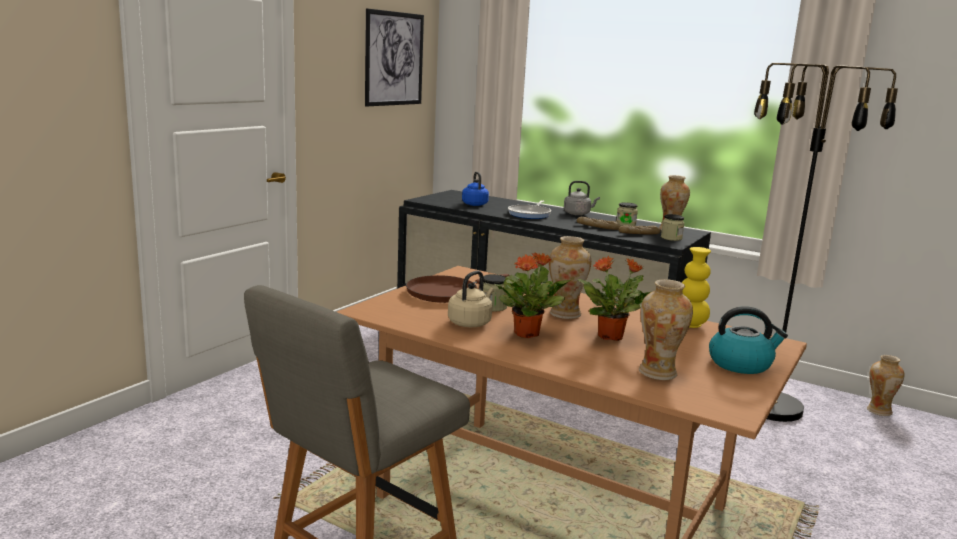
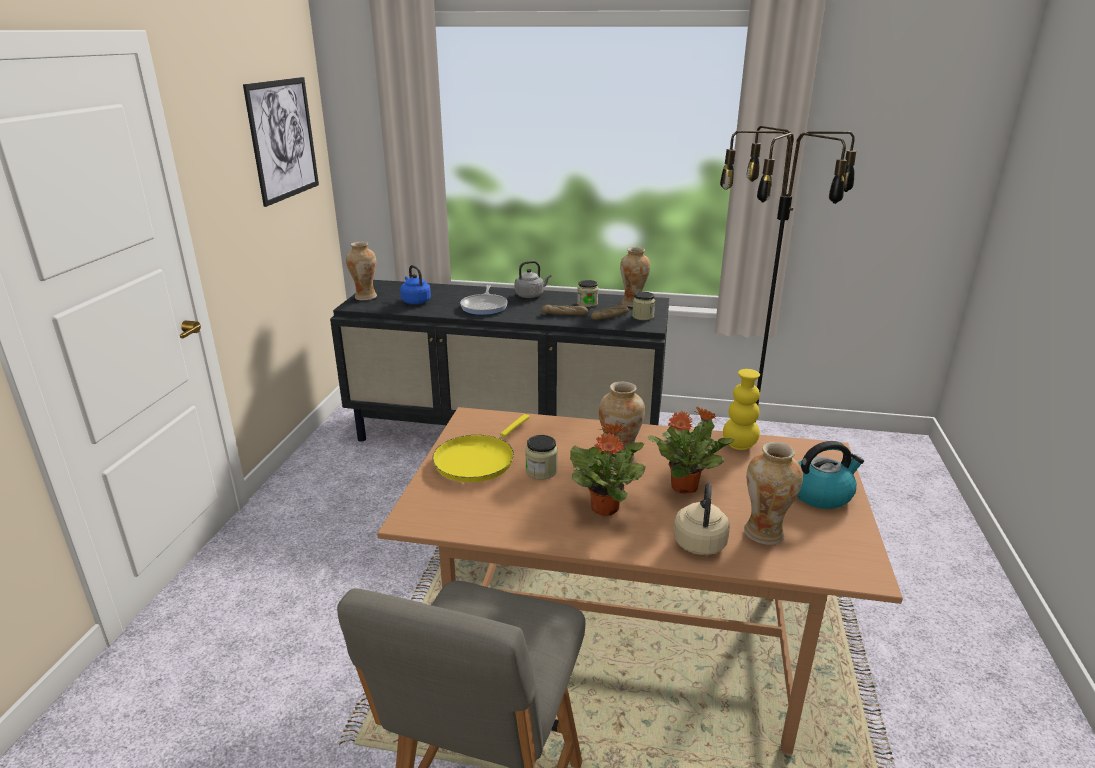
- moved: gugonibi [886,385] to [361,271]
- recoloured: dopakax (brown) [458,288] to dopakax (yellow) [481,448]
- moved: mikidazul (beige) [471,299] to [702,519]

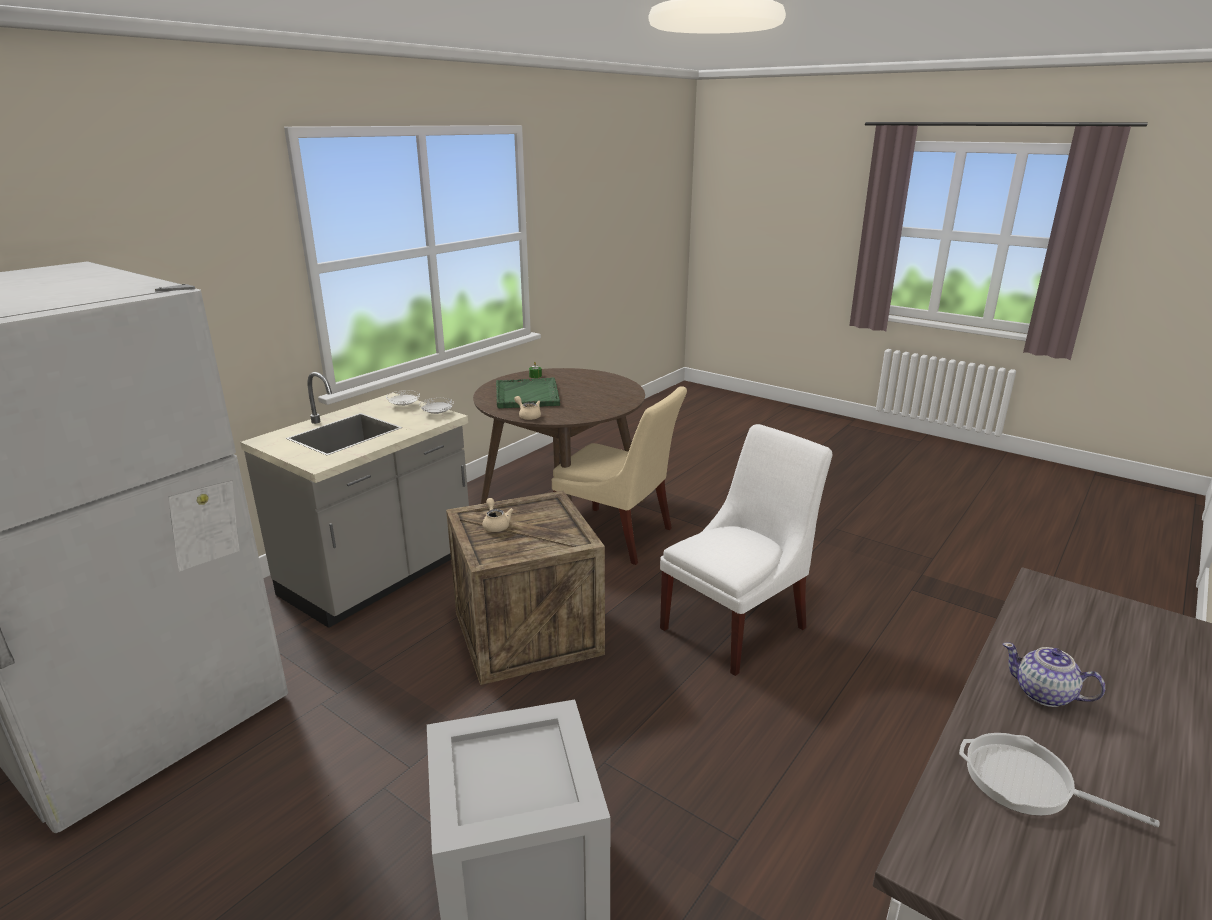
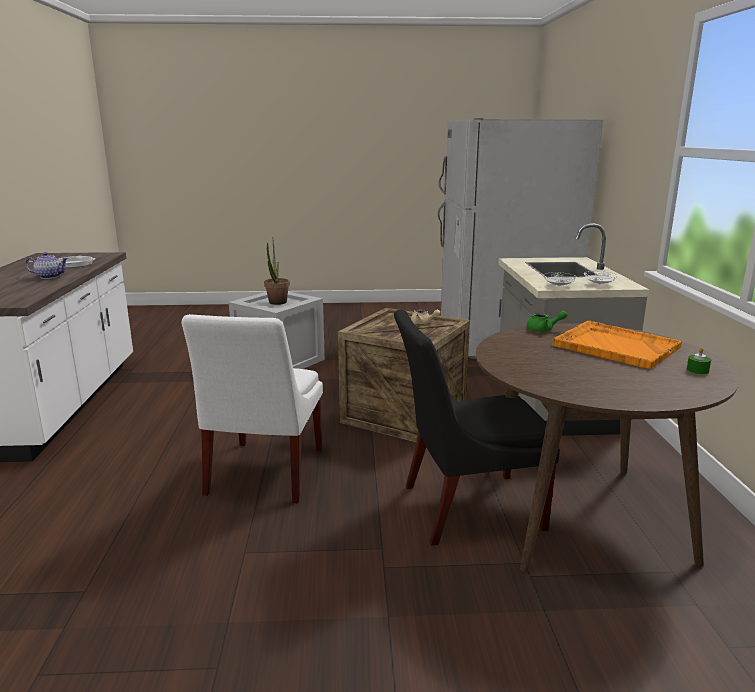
- added: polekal [277,271]
- recoloured: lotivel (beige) [619,475] to lotivel (black) [477,428]
- recoloured: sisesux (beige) [527,408] to sisesux (green) [547,321]
- recoloured: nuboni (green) [528,392] to nuboni (orange) [617,345]

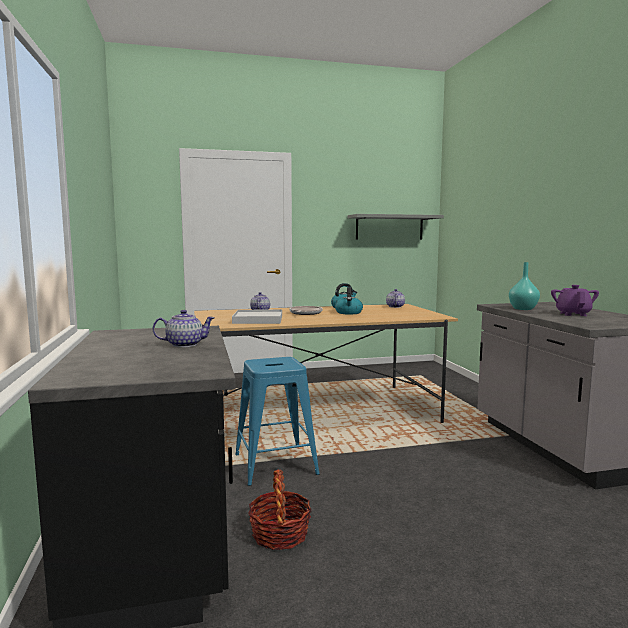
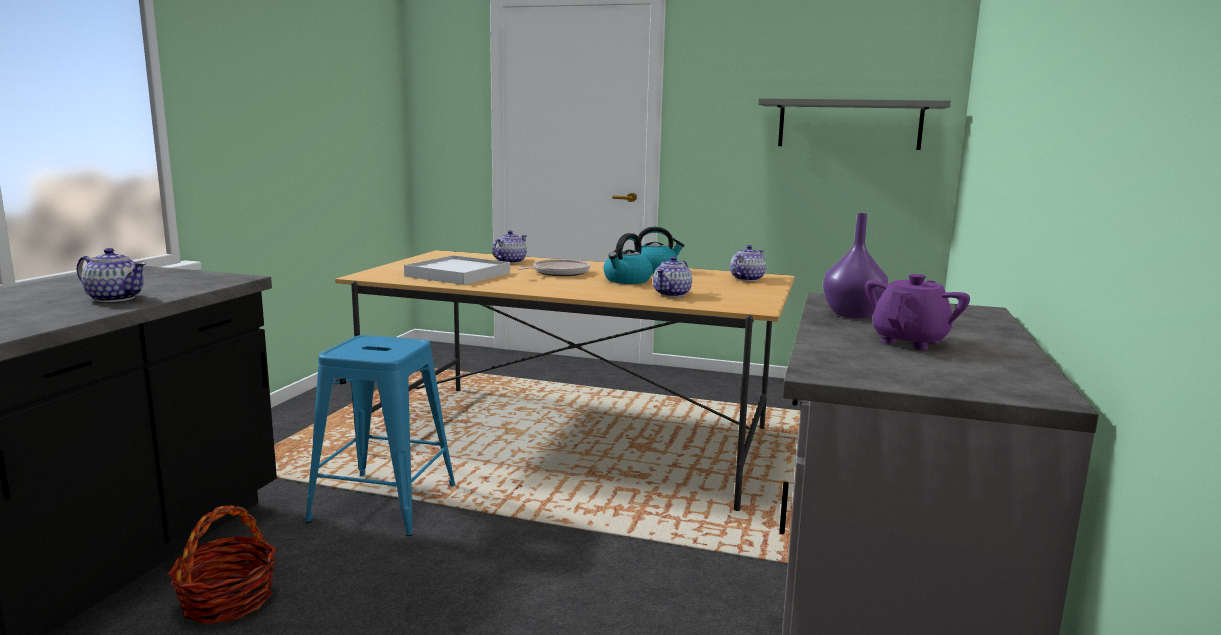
- added: sisesux [672,276]
- recoloured: gugonibi (turquoise) [524,286] to gugonibi (purple) [856,266]

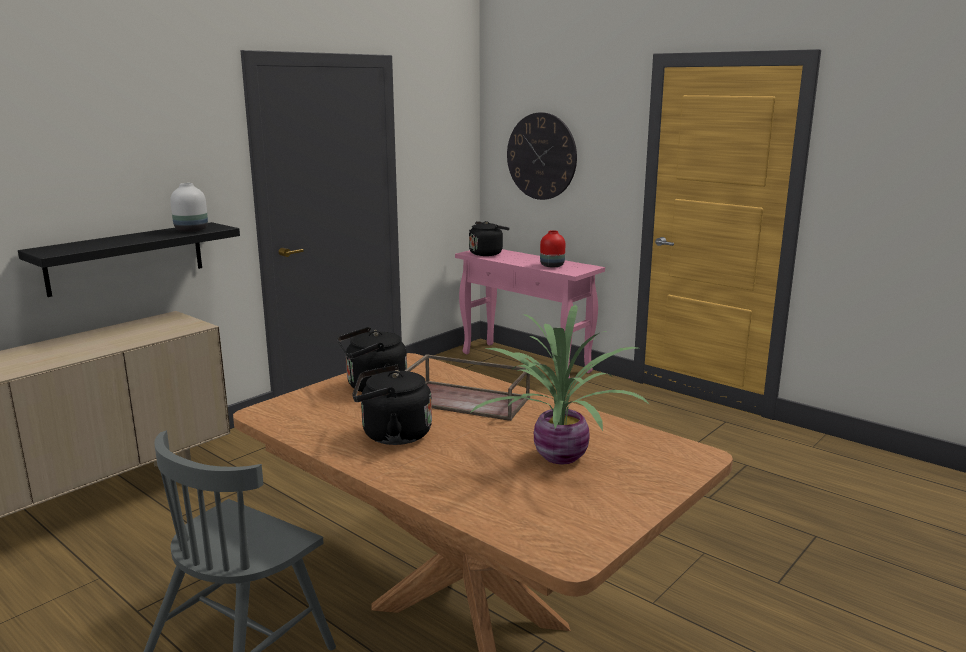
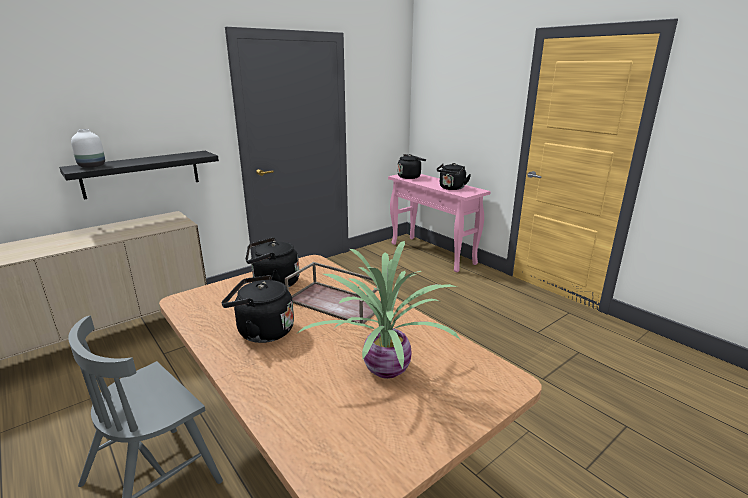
- moved: gugonibi (white) [189,207] to [88,148]
- replaced: gugonibi (red) [552,248] to mikidazul (black) [454,176]
- removed: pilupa [542,156]

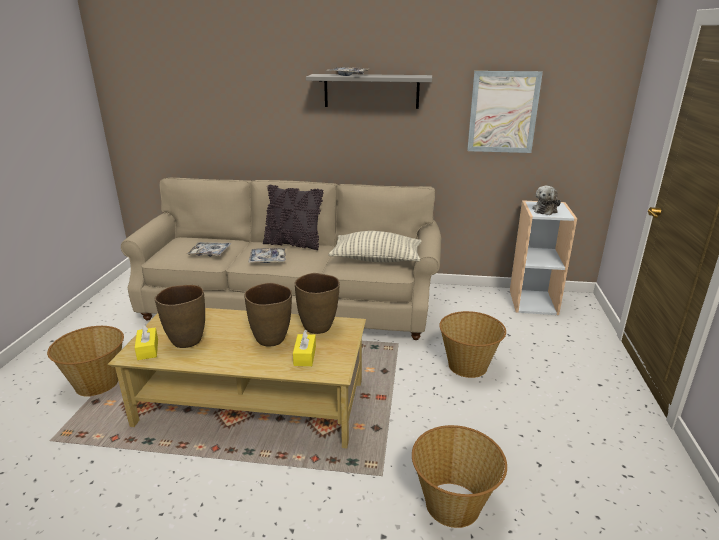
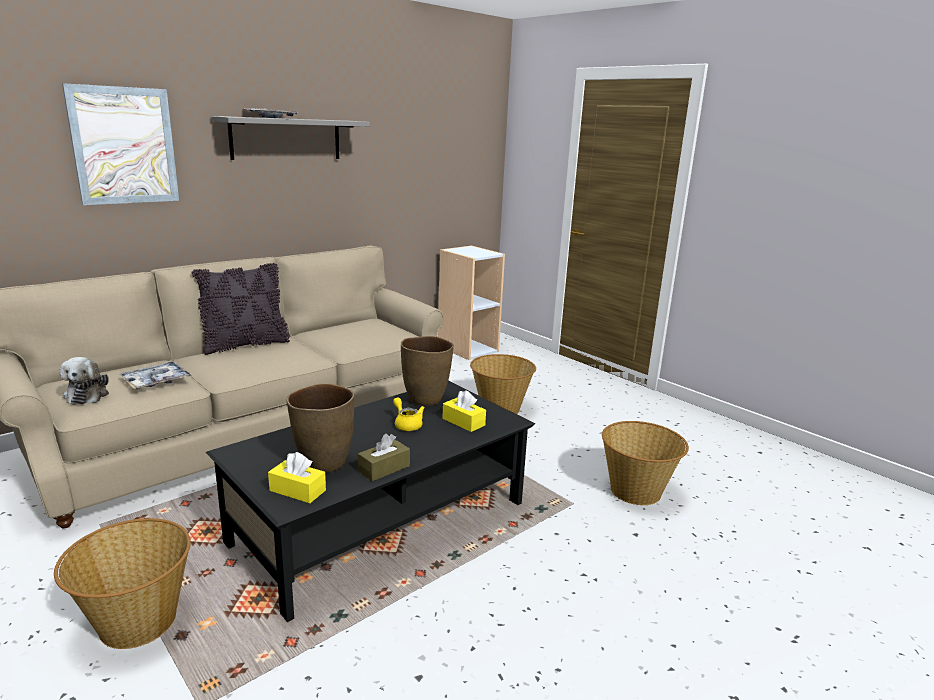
- moved: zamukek [546,200] to [84,381]
- moved: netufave [505,112] to [120,144]
- recoloured: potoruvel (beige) [236,378] to potoruvel (black) [370,501]
- added: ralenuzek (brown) [384,457]
- replaced: gugonibi (brown) [268,314] to sisesux (yellow) [409,414]
- removed: nuboni [267,255]
- removed: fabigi [375,246]

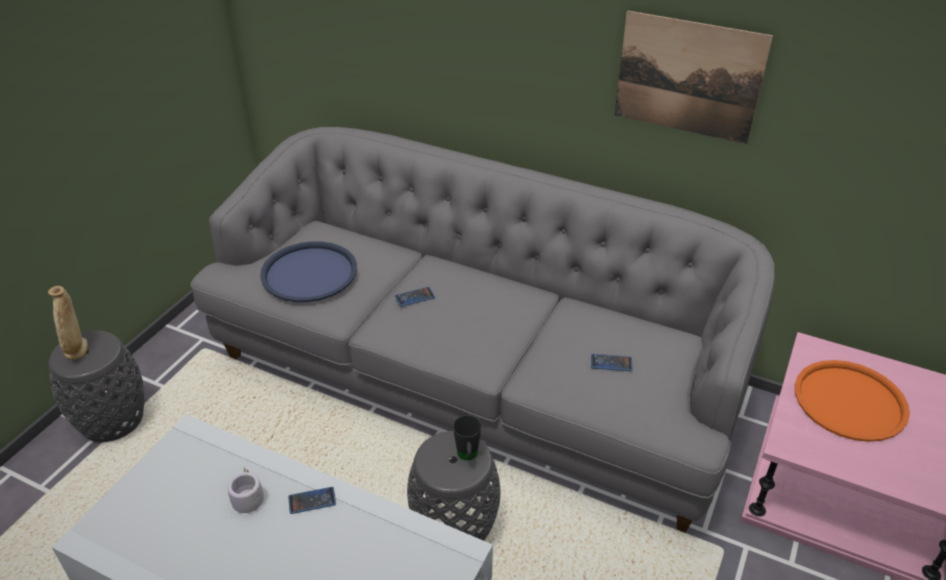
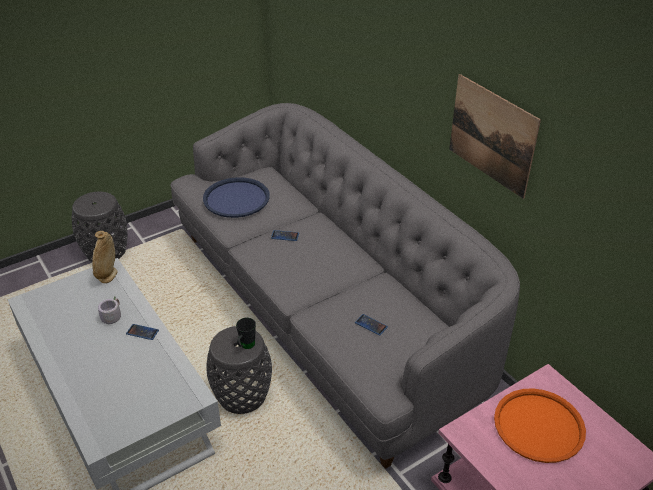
- moved: gugonibi (beige) [68,323] to [105,257]

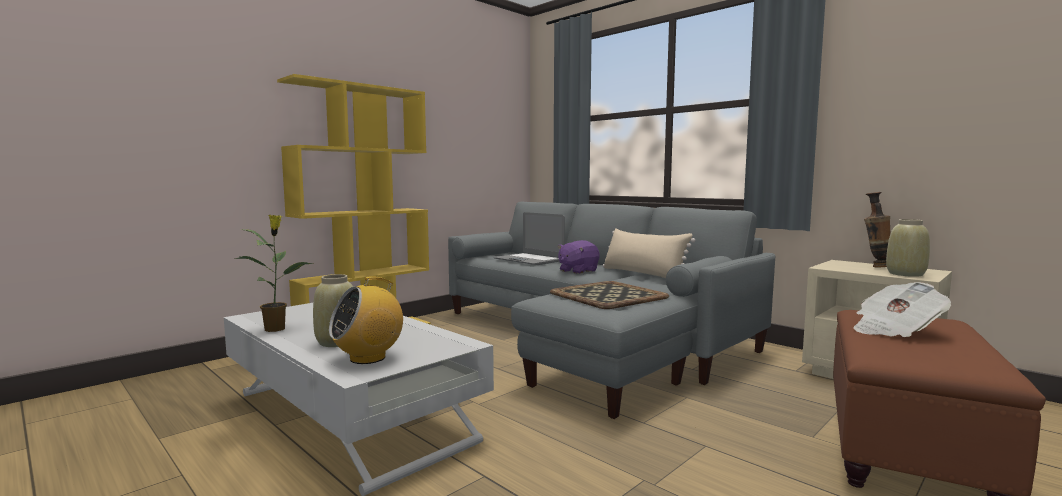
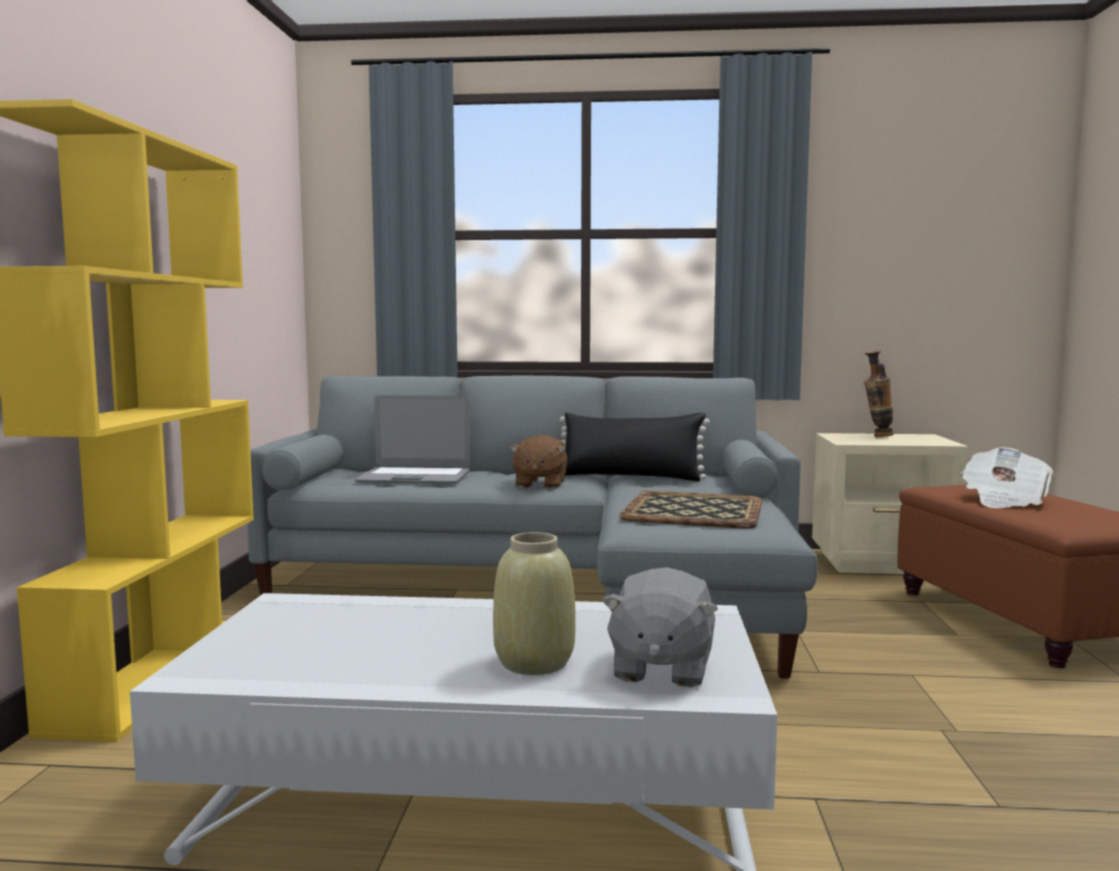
- recoloured: zamukek (purple) [579,257] to zamukek (brown) [538,462]
- recoloured: fabigi (beige) [648,253] to fabigi (black) [635,446]
- replaced: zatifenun [366,320] to zamukek (grey) [660,627]
- removed: polekal [274,273]
- removed: gugonibi (beige) [908,248]

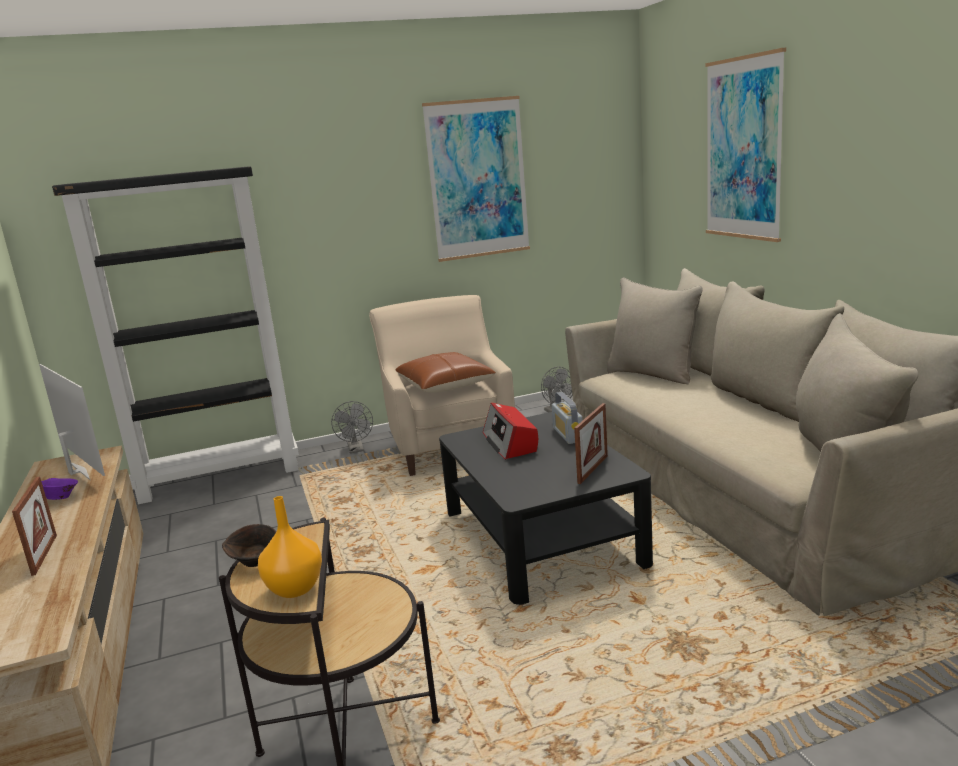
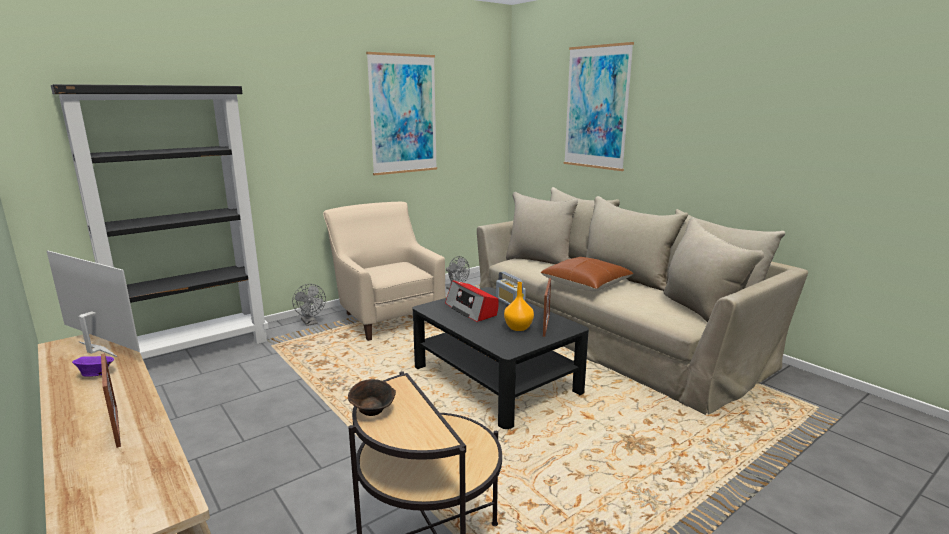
- moved: gugonibi (orange) [290,547] to [519,306]
- moved: fabigi (brown) [445,372] to [587,274]

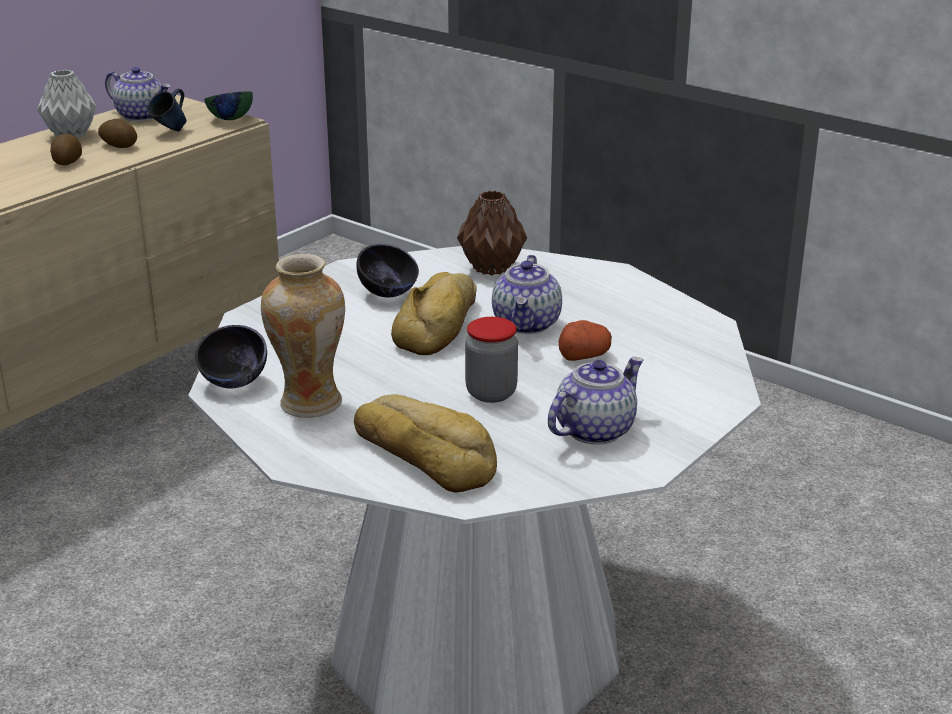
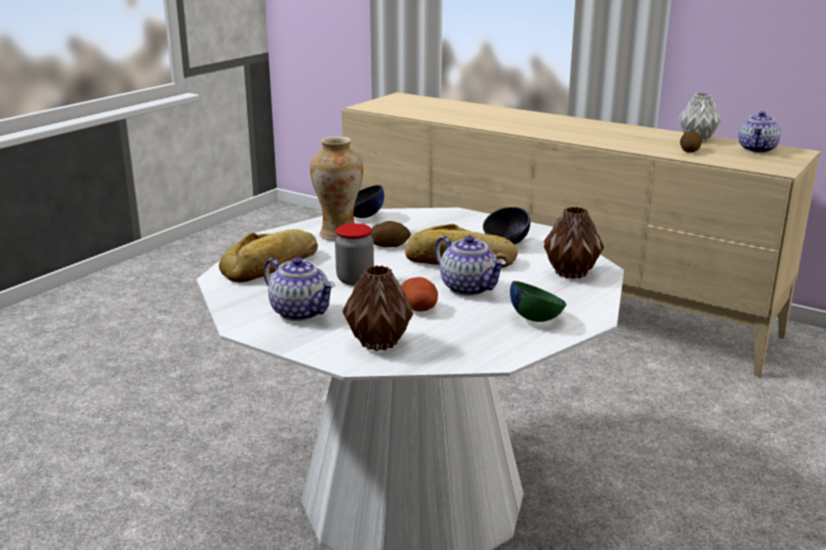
- added: gugonibi (brown) [378,308]
- moved: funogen [66,149] to [390,234]
- turned: sisesux [527,294] = [470,265] 135 degrees counterclockwise
- moved: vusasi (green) [228,105] to [538,301]
- removed: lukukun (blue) [167,110]

